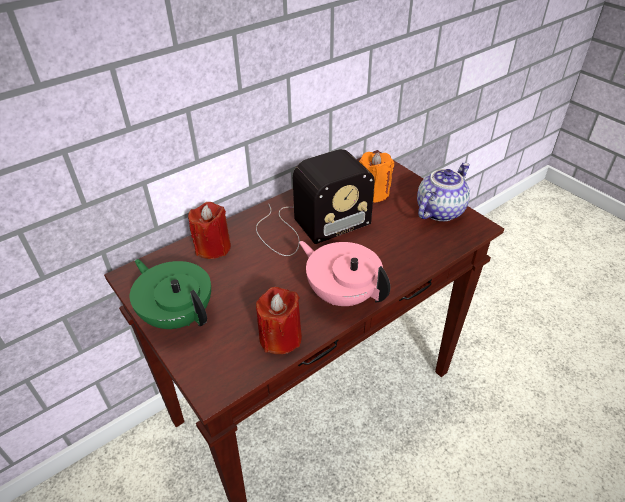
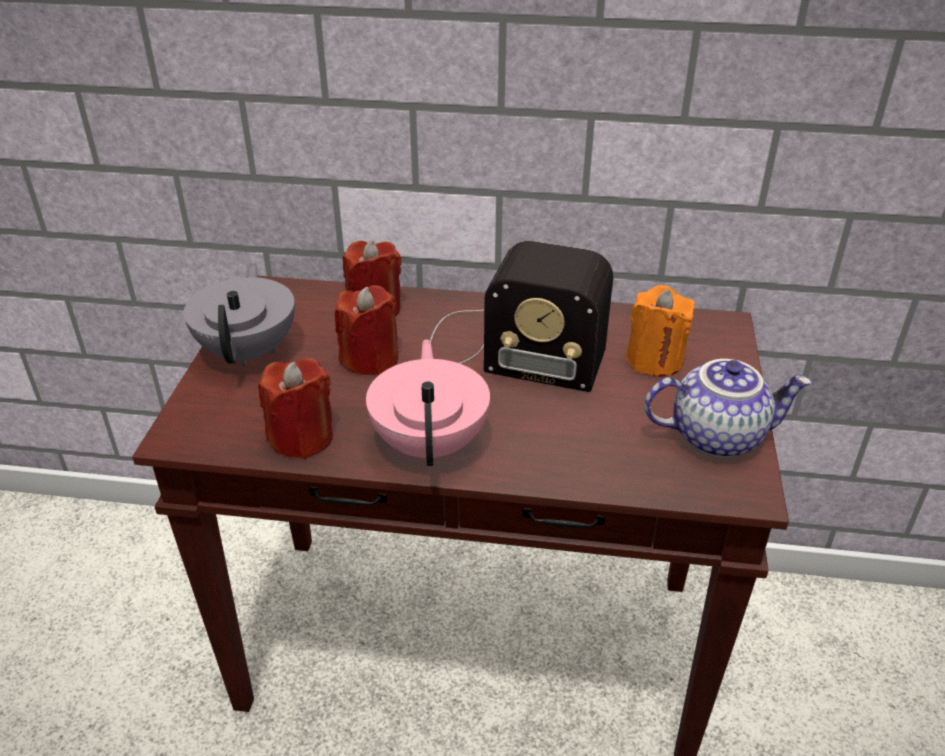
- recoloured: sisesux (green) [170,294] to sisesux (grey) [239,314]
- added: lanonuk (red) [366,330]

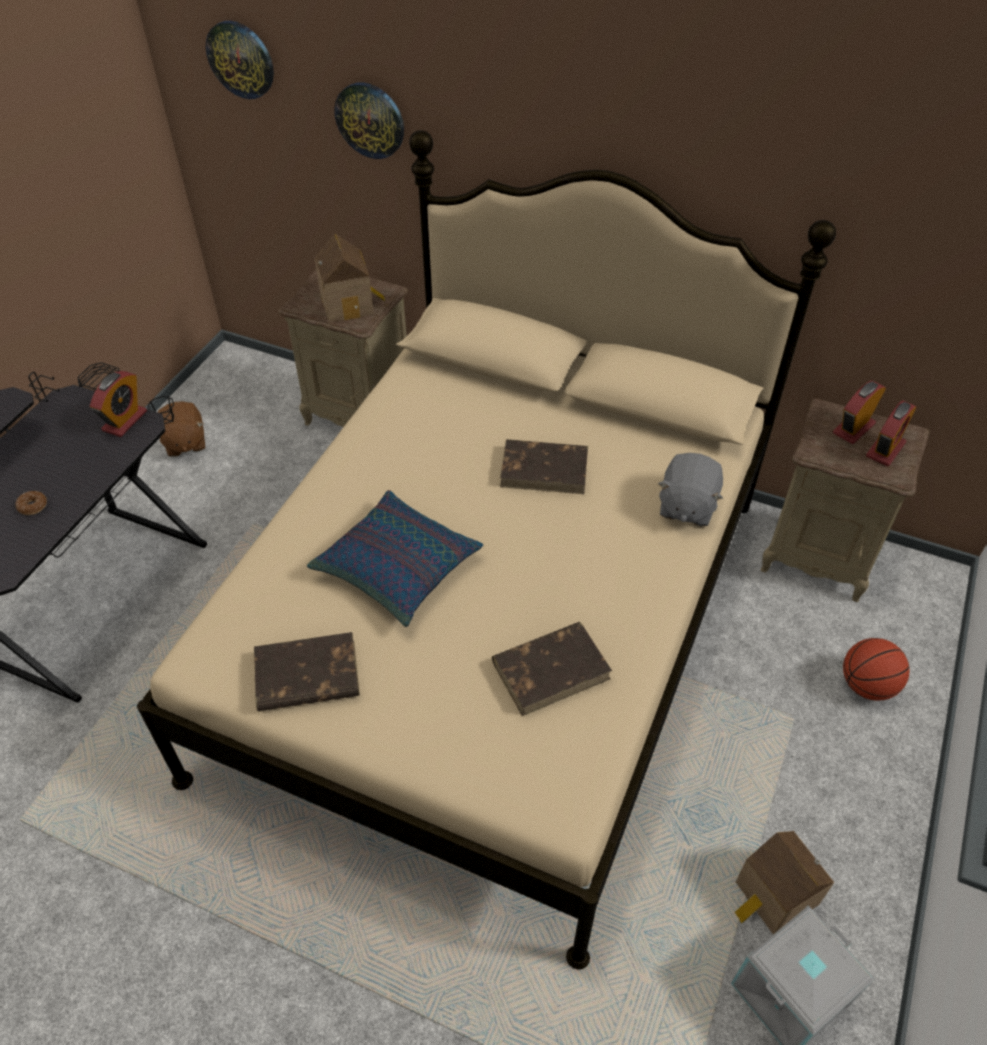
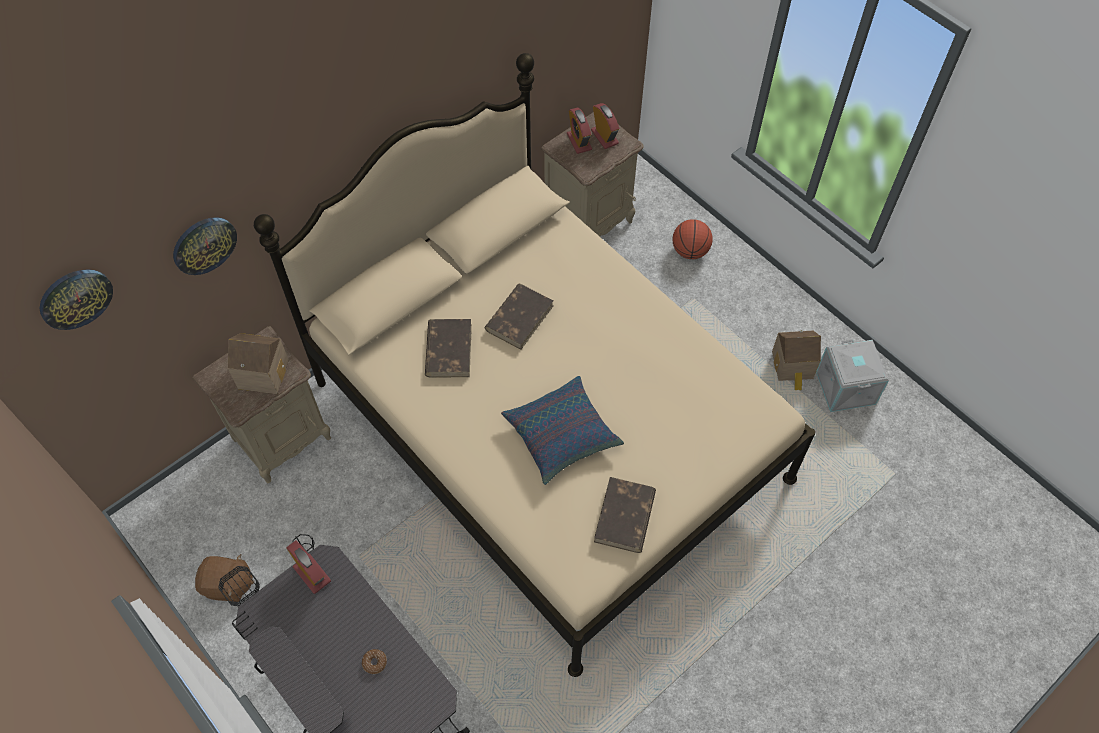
- moved: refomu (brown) [552,669] to [448,348]
- removed: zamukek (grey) [690,489]

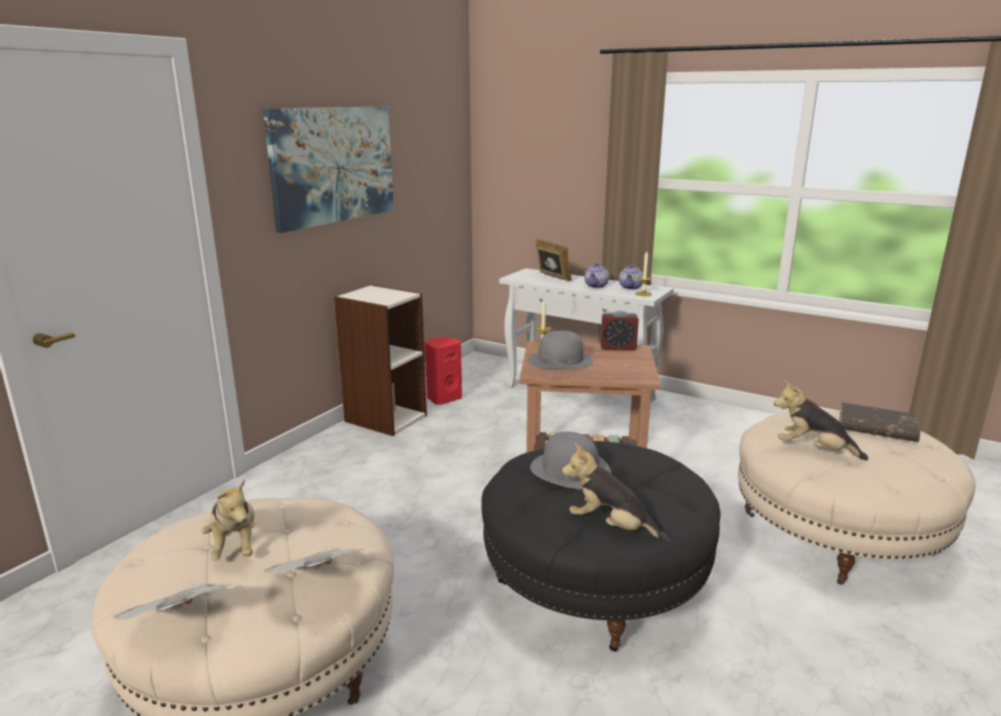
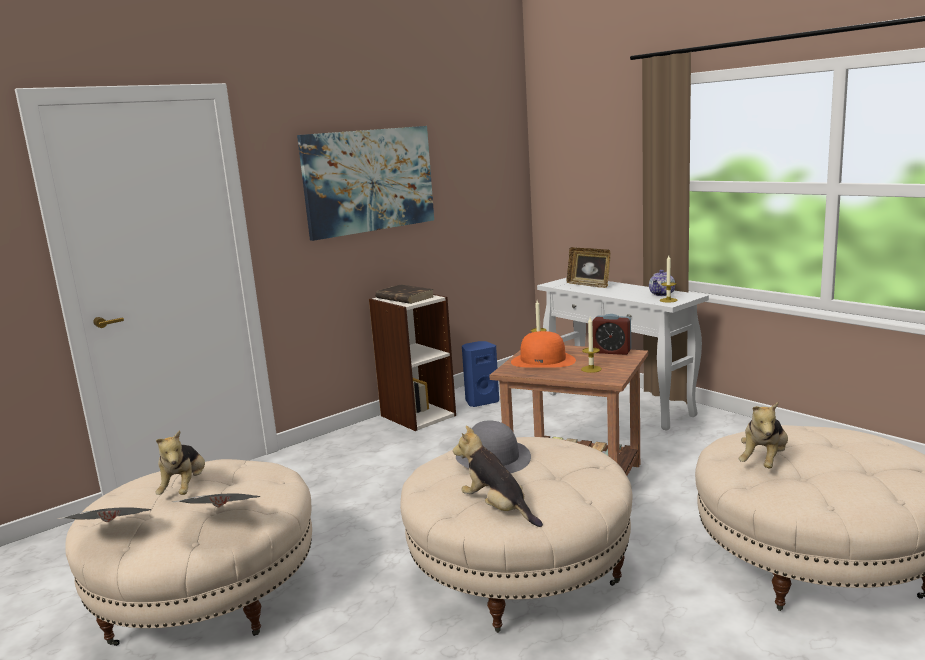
- moved: refomu (brown) [879,422] to [404,294]
- recoloured: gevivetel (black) [601,546] to gevivetel (beige) [516,535]
- recoloured: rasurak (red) [443,371] to rasurak (blue) [480,374]
- recoloured: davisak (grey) [560,350] to davisak (orange) [543,349]
- turned: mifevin [554,260] = [588,267] 150 degrees clockwise
- added: lanonuk [591,345]
- turned: zamukek [821,420] = [763,435] 105 degrees counterclockwise
- removed: sisesux [596,275]

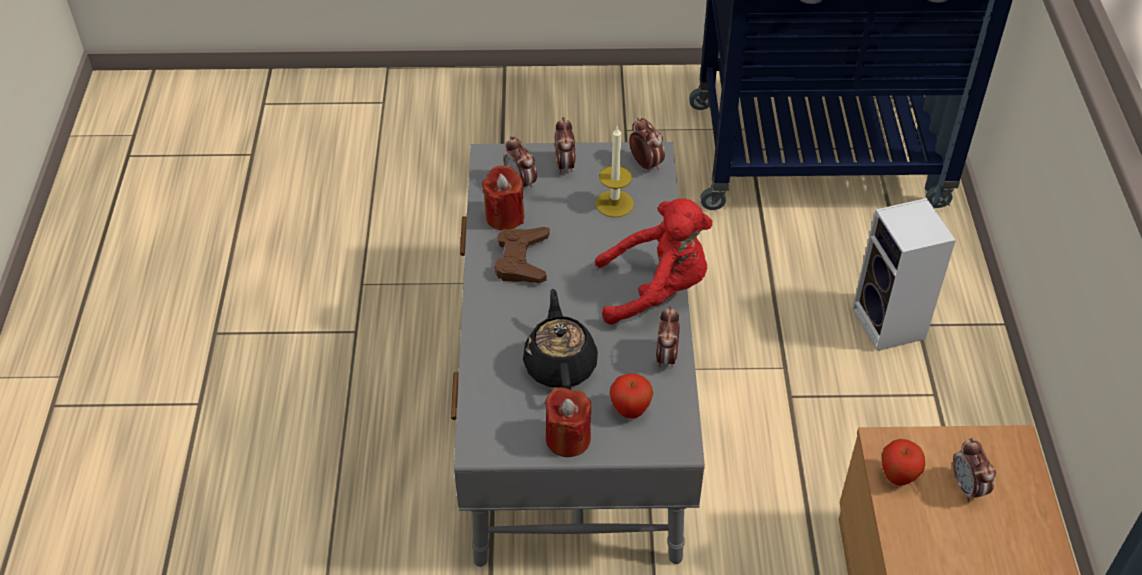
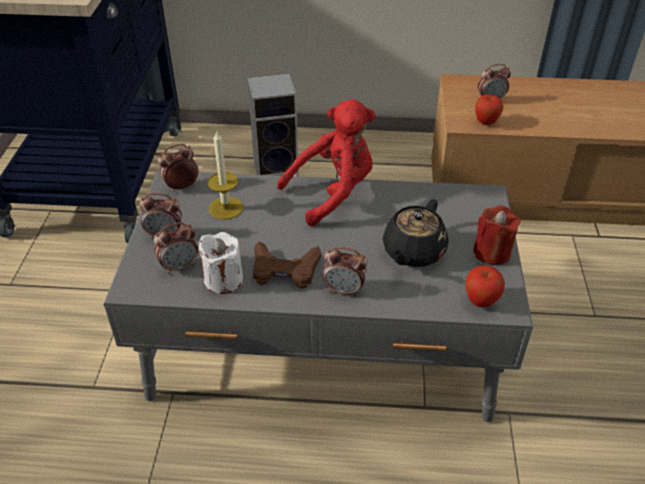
- recoloured: lanonuk (red) [503,197] to lanonuk (white) [221,263]
- turned: zamukek (red) [653,262] = [326,162] 60 degrees clockwise
- moved: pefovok [668,337] to [345,272]
- turned: sisesux (black) [560,339] = [416,233] 60 degrees counterclockwise
- moved: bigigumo [631,396] to [485,286]

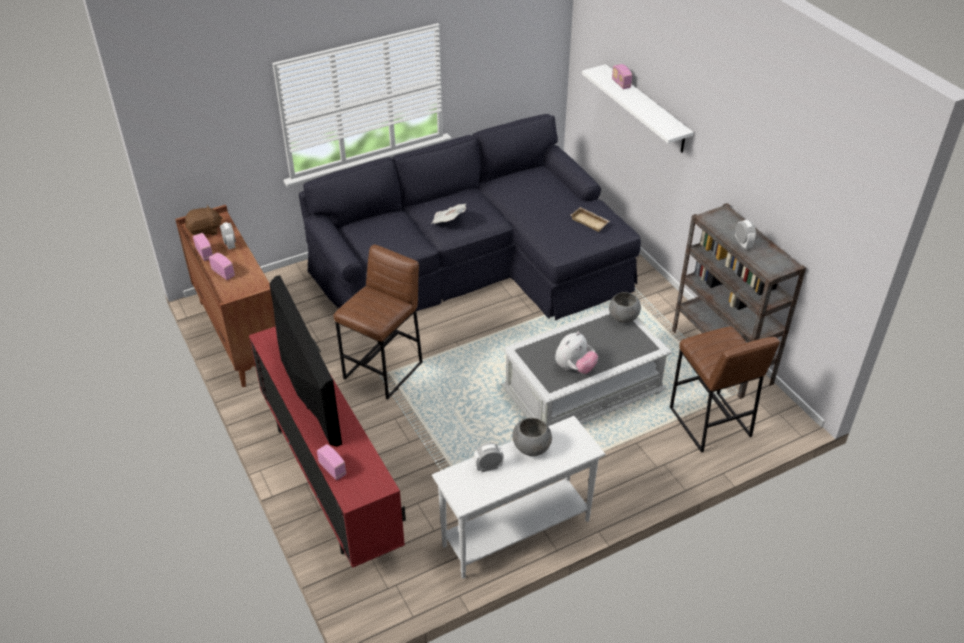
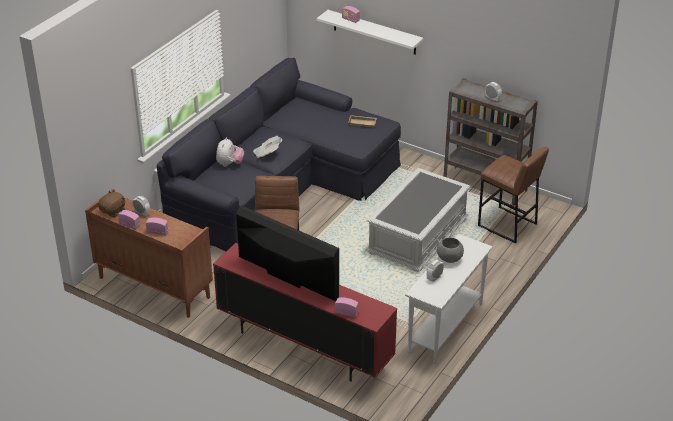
- moved: zamukek [576,353] to [230,152]
- removed: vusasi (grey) [625,307]

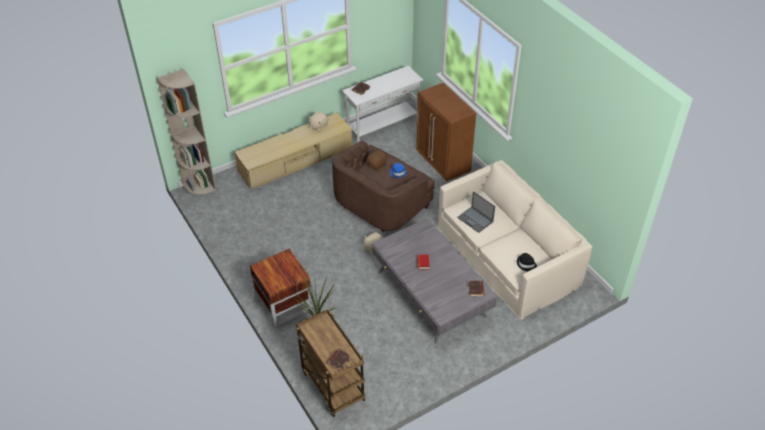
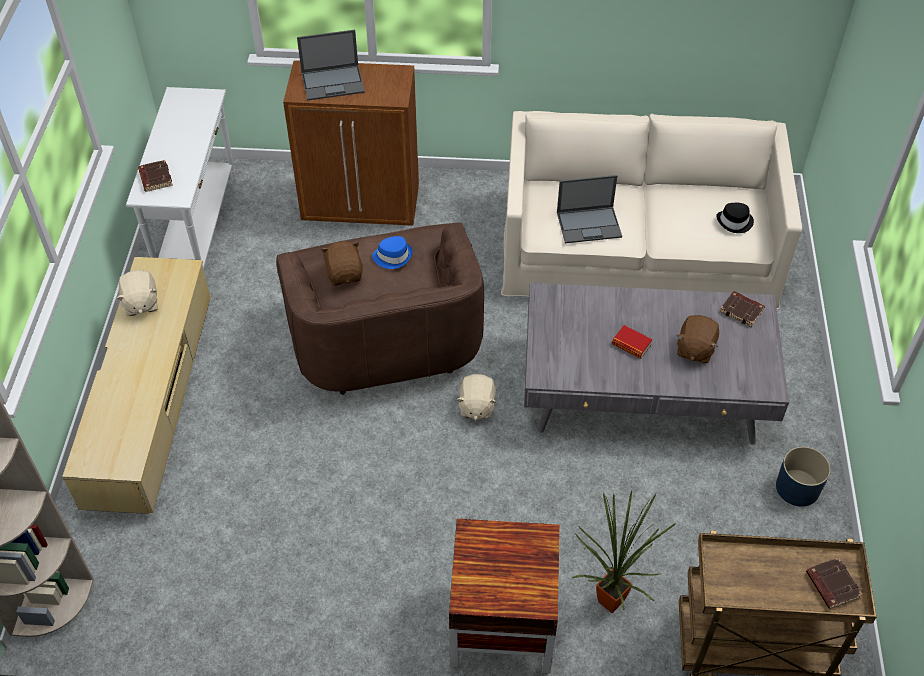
- added: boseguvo [331,65]
- added: zamukek (brown) [698,339]
- added: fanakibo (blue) [803,476]

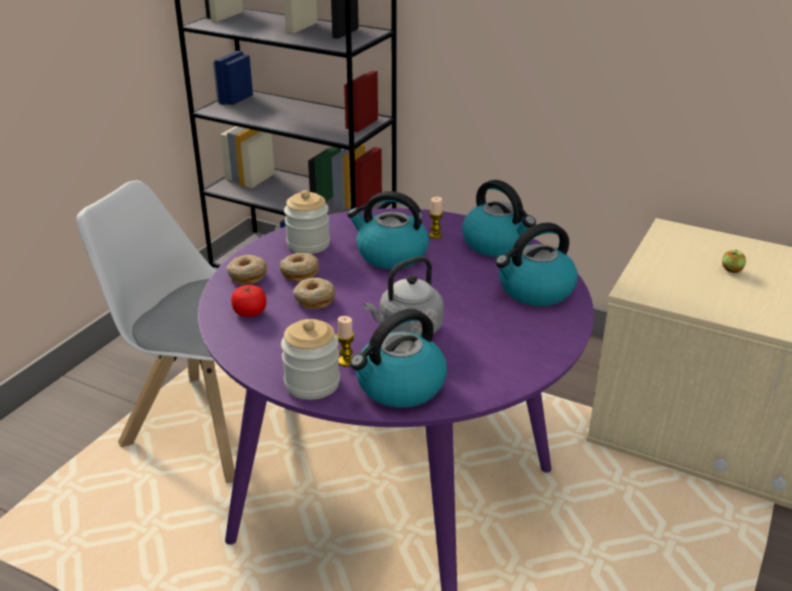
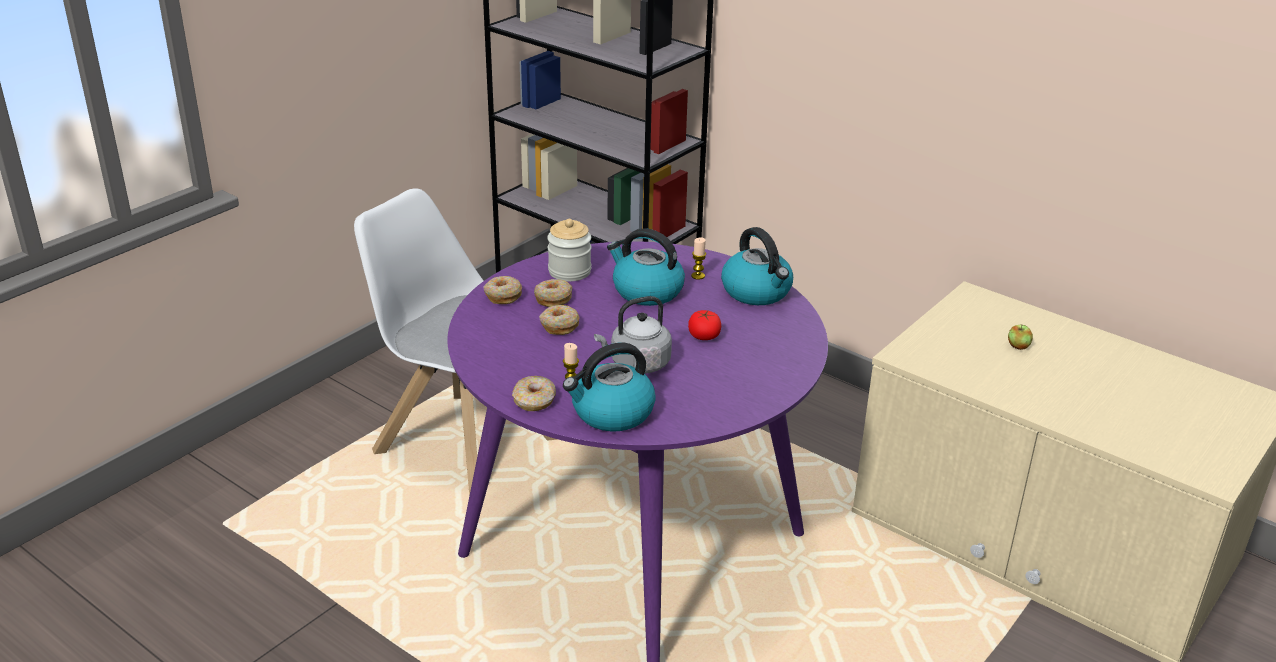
- replaced: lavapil [310,359] to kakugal [534,393]
- moved: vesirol [249,301] to [704,325]
- removed: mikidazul [536,264]

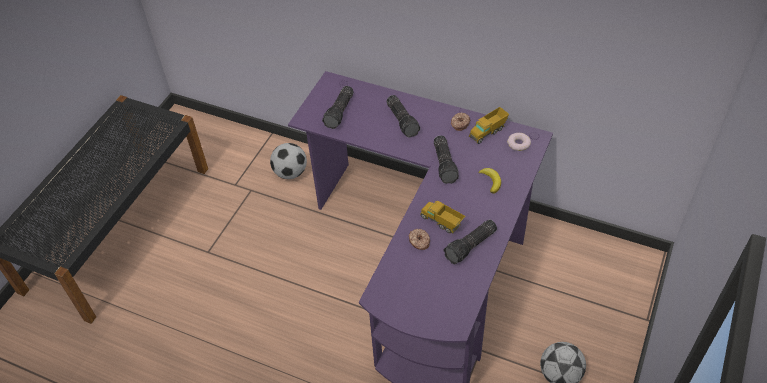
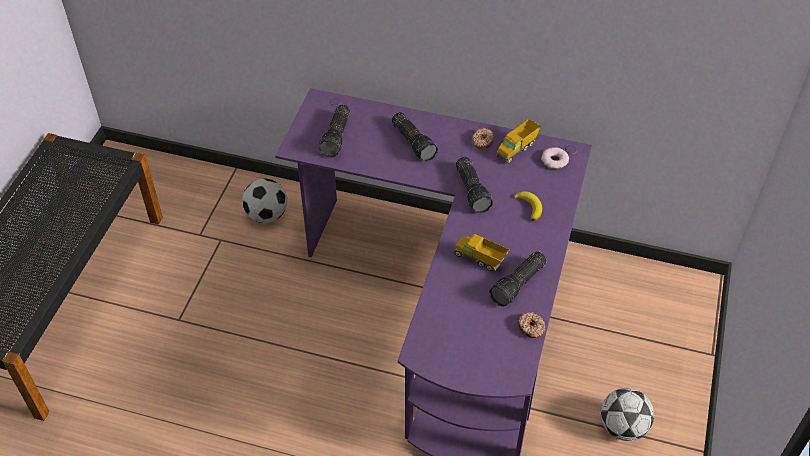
- moved: kakugal [419,239] to [532,325]

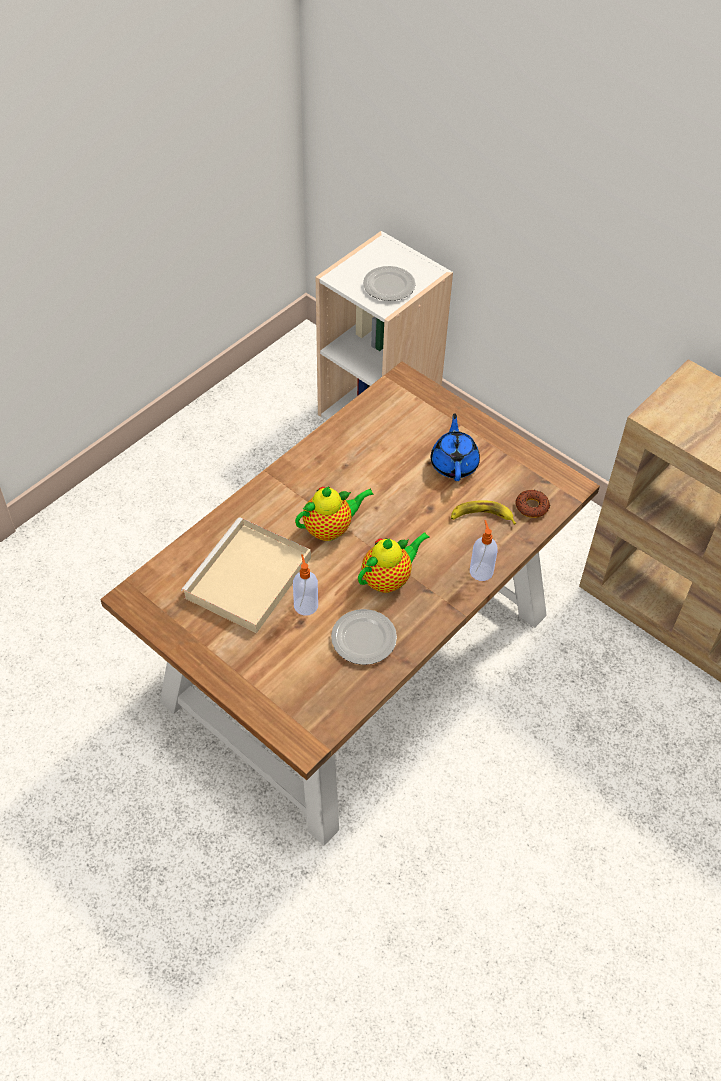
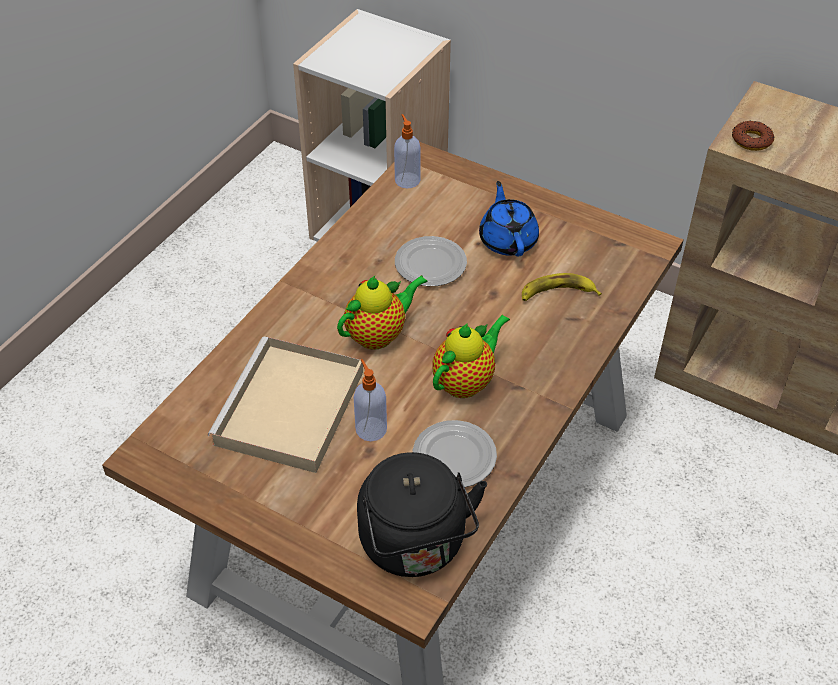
- added: mikidazul (black) [422,514]
- moved: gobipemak [484,550] to [407,151]
- moved: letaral [389,283] to [431,261]
- moved: kakugal [533,504] to [753,136]

